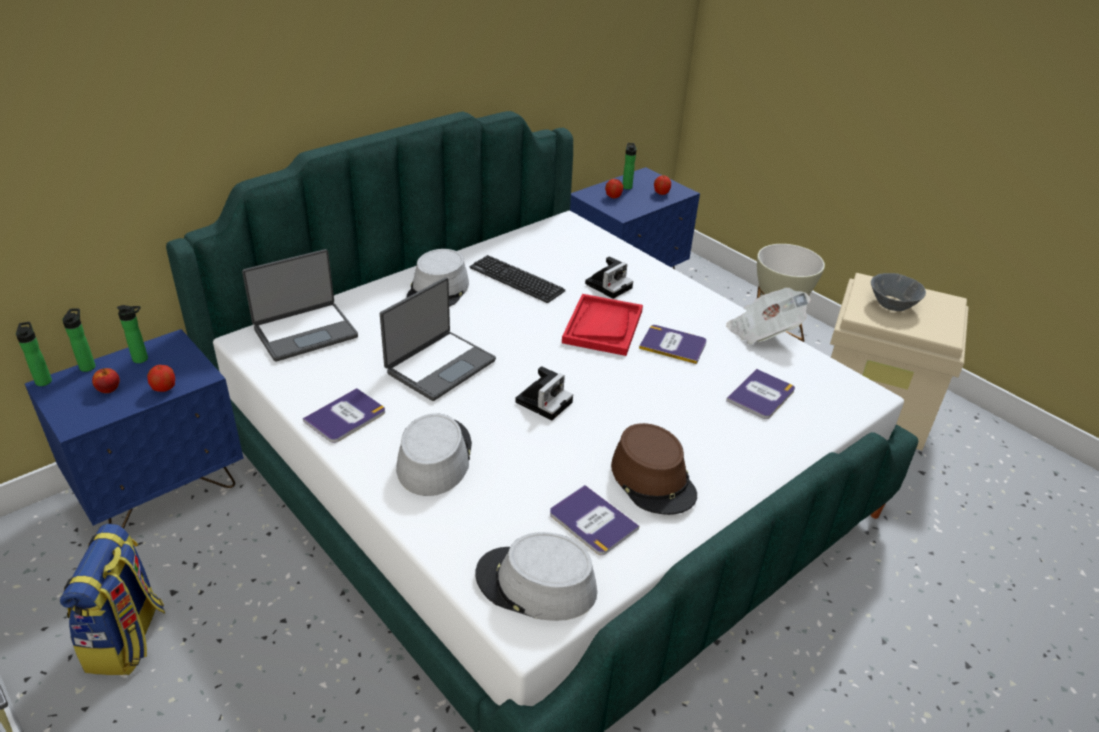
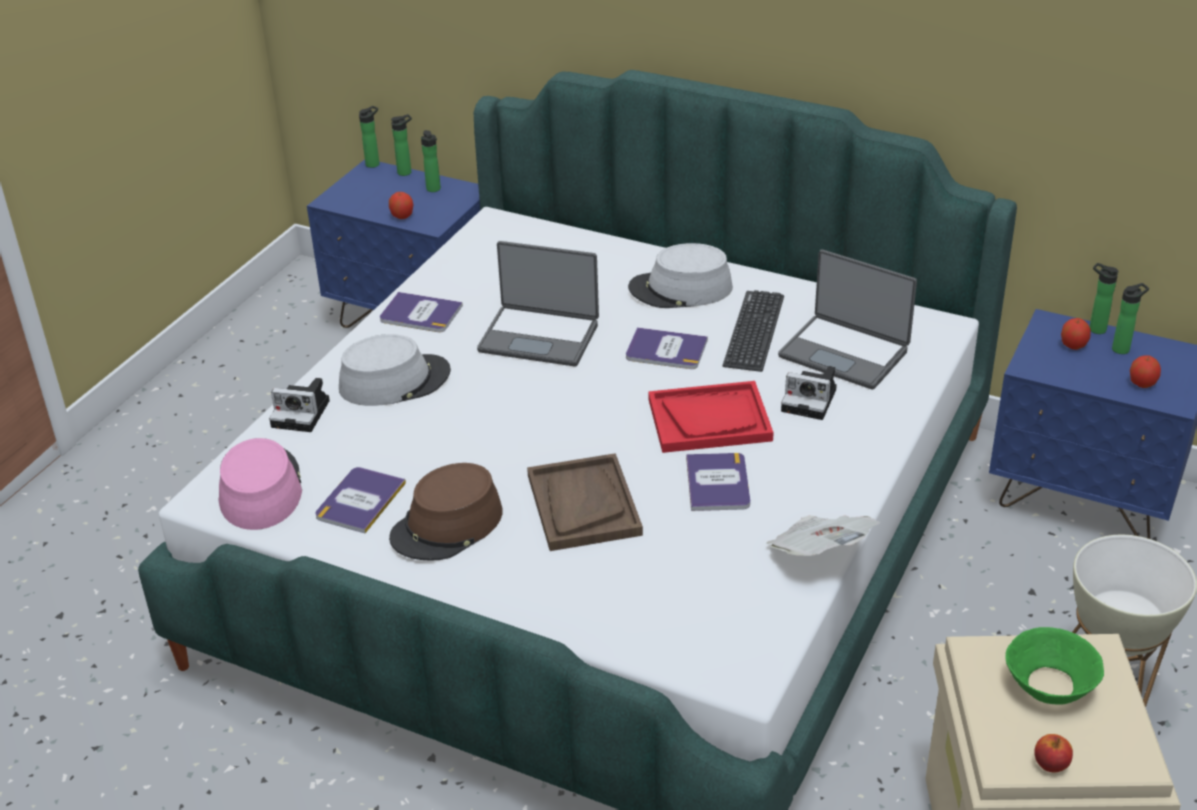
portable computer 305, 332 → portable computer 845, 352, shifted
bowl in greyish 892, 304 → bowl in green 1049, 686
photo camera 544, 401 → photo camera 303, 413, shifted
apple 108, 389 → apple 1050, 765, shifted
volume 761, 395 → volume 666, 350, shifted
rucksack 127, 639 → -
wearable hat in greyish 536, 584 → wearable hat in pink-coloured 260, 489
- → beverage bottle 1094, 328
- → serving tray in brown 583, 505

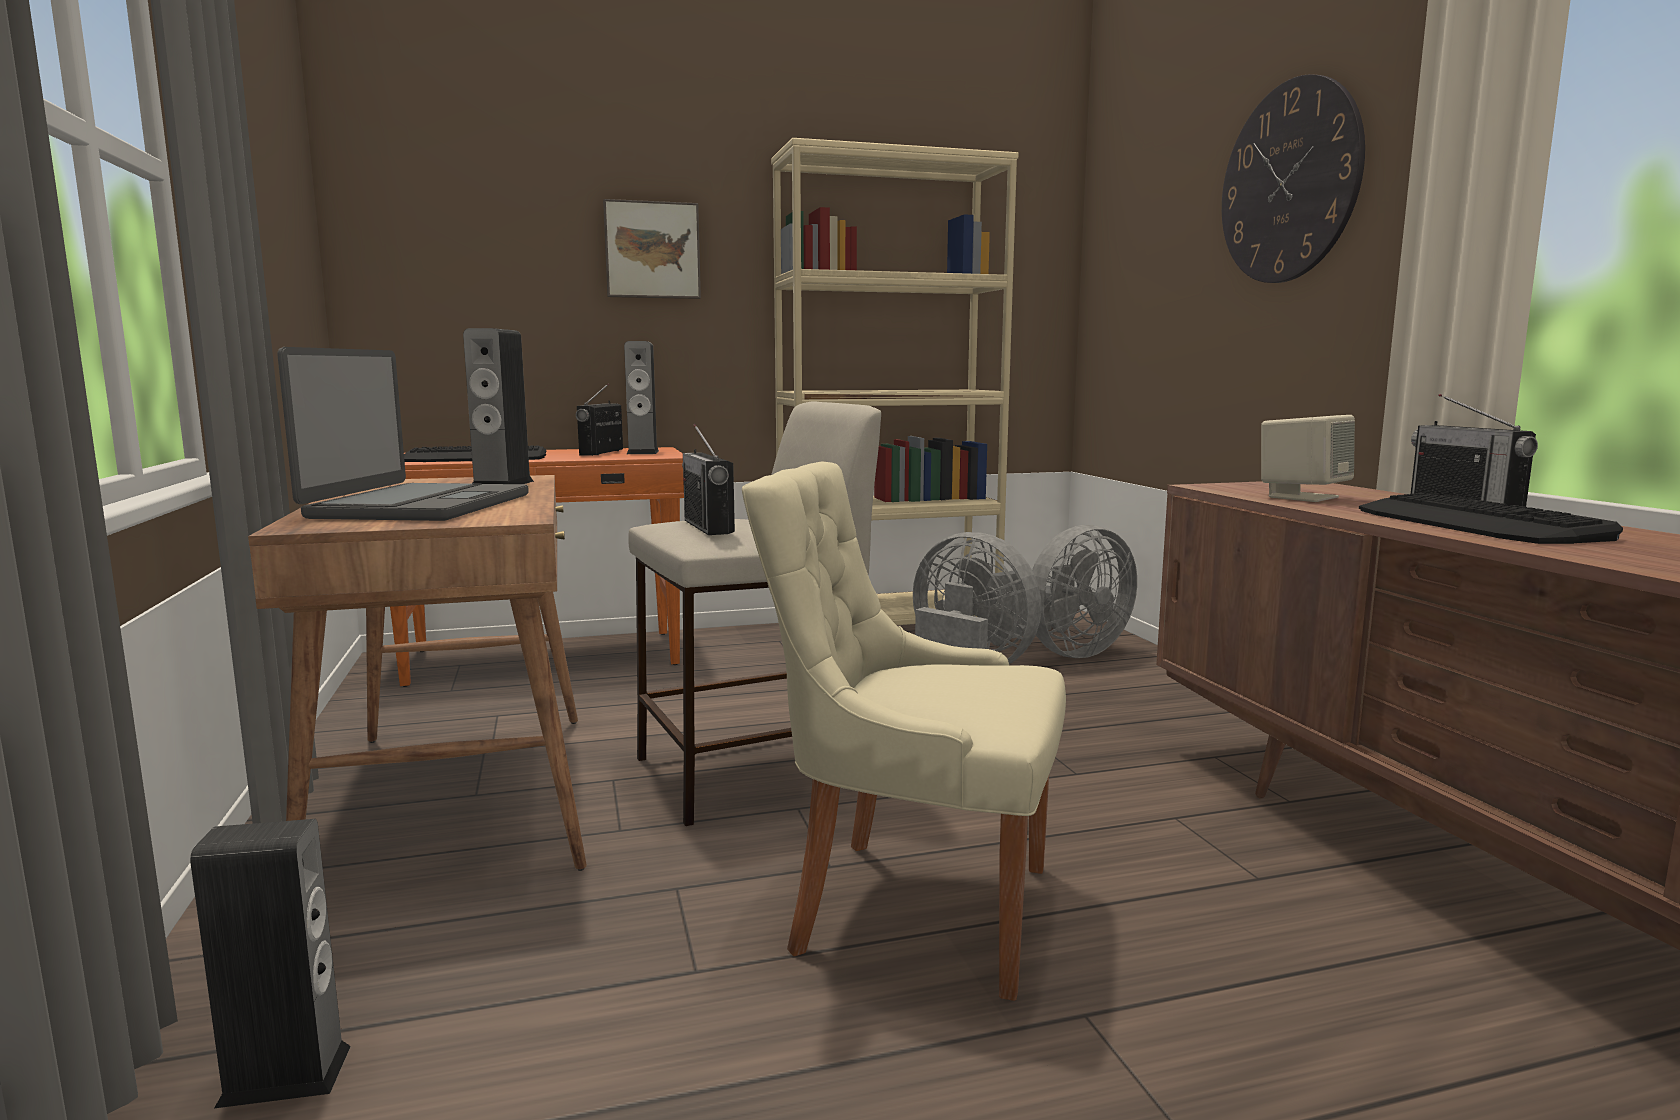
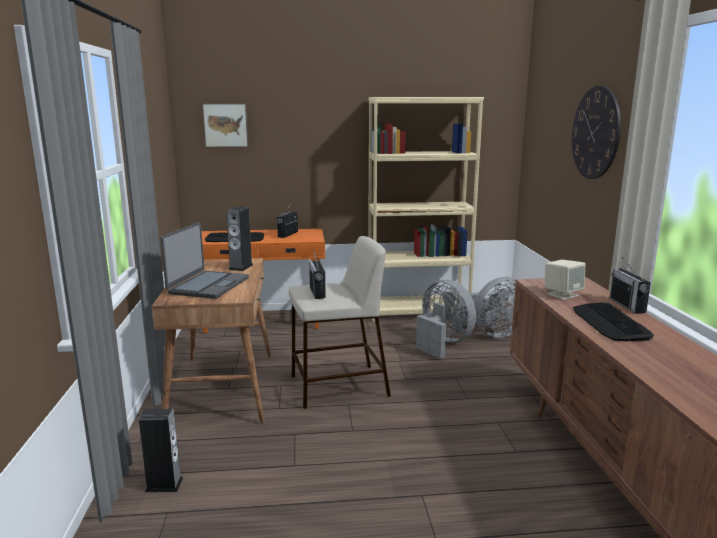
picture 652, 250 → picture 226, 125, shifted
loudspeaker 643, 452 → -
chair in beige-coloured 912, 907 → -

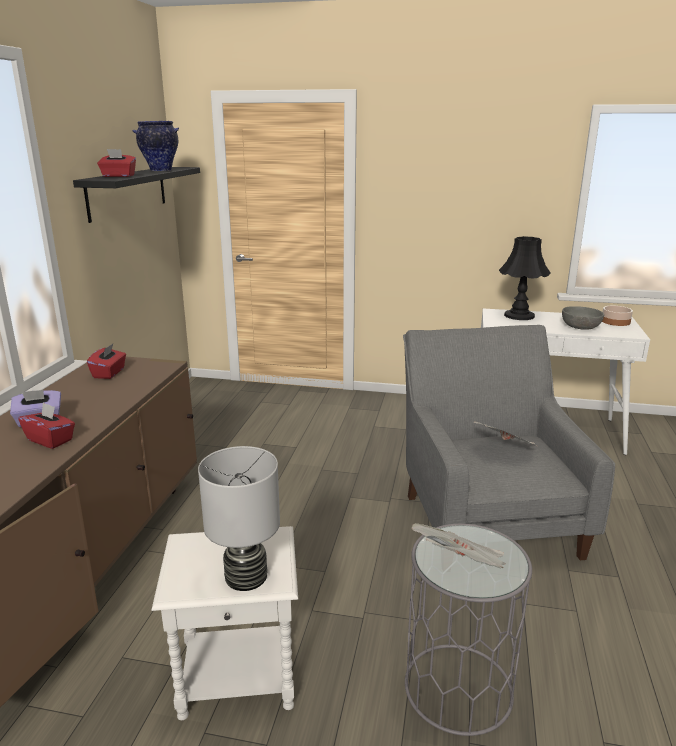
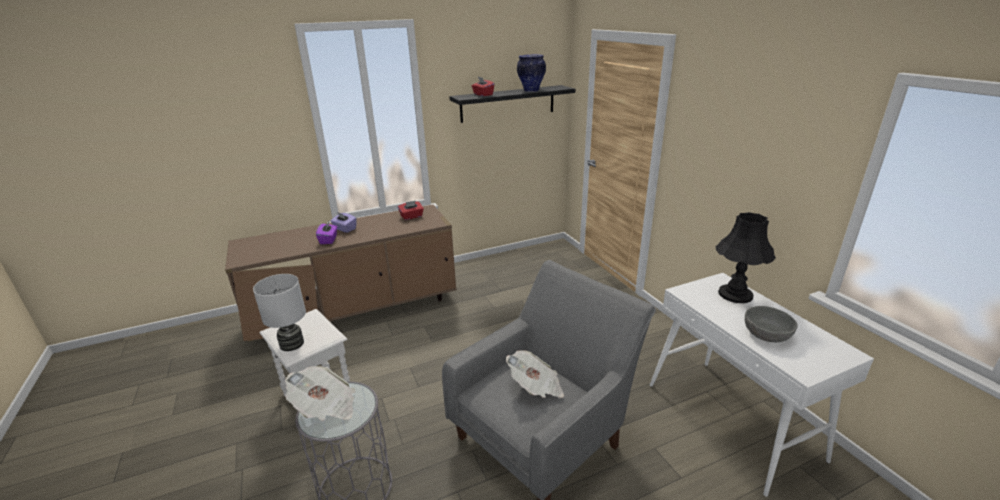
bowl 615, 322 → -
tissue holder in red 50, 440 → tissue holder in purple-coloured 329, 240

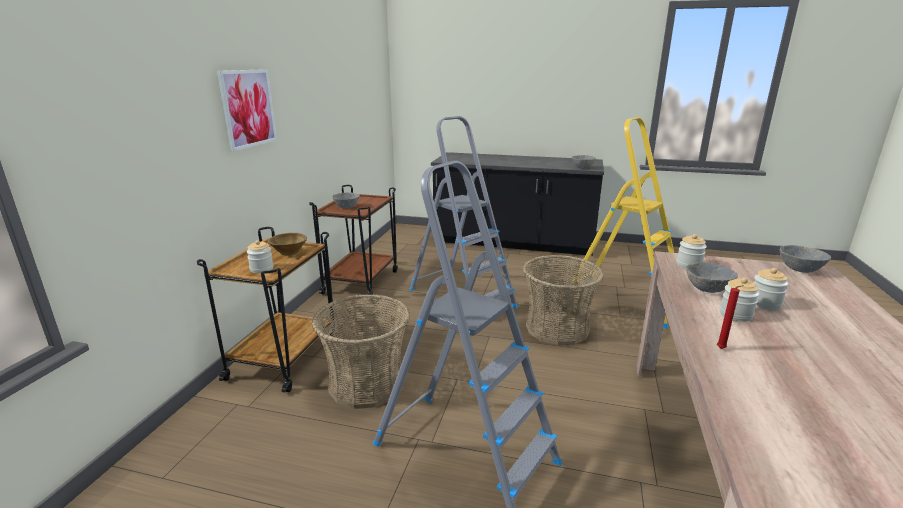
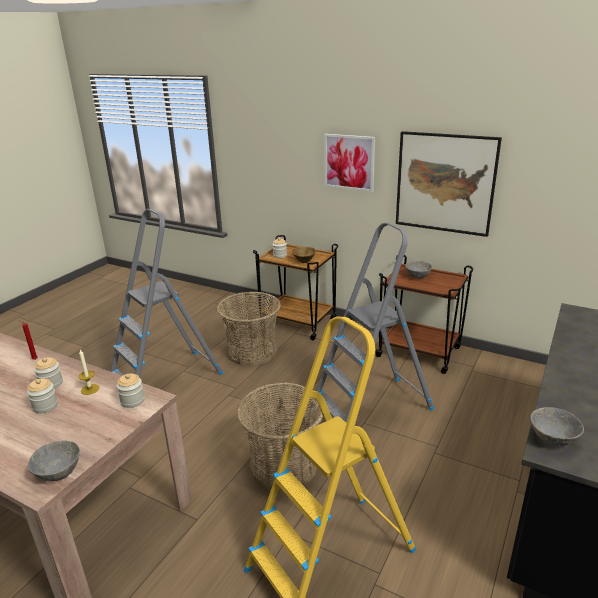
bowl in greyish 707, 289 → candle 90, 389
- → picture 445, 183

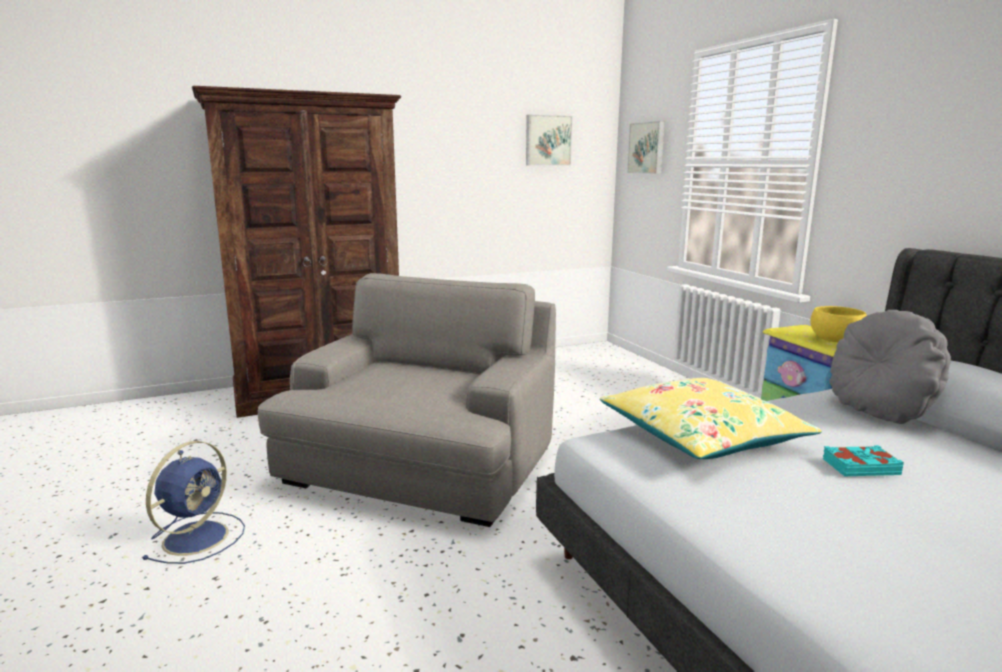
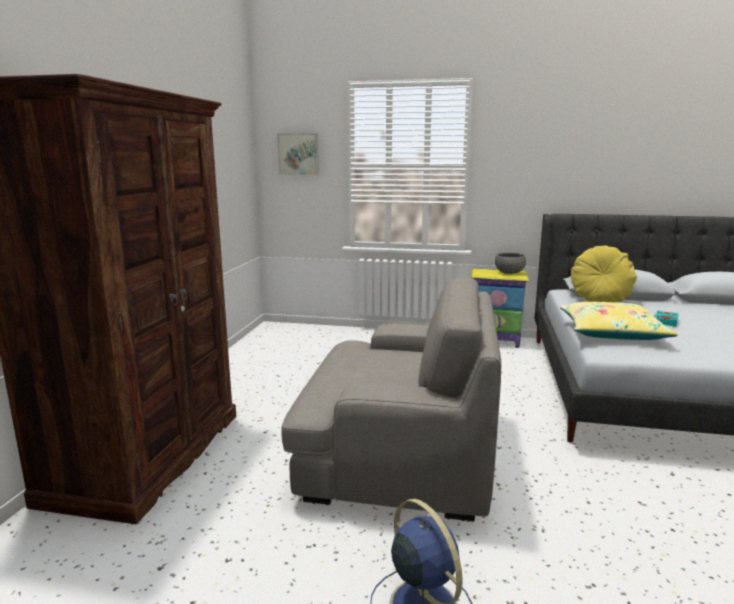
picture 547, 140 → -
armchair in greyish 420, 468 → armchair in greyish 398, 452, 135 degrees clockwise
bowl in yellowish 836, 340 → bowl in greyish 509, 272
throw pillow in greyish 878, 413 → throw pillow in yellowish 600, 301

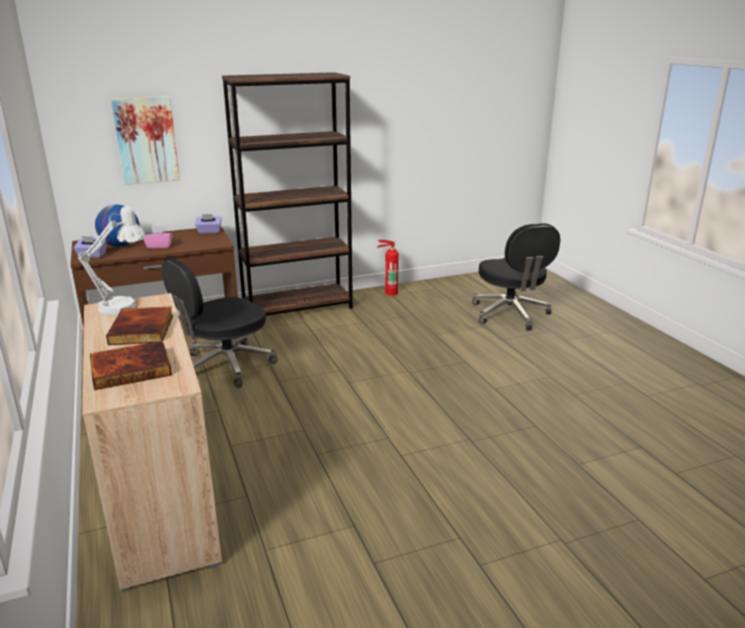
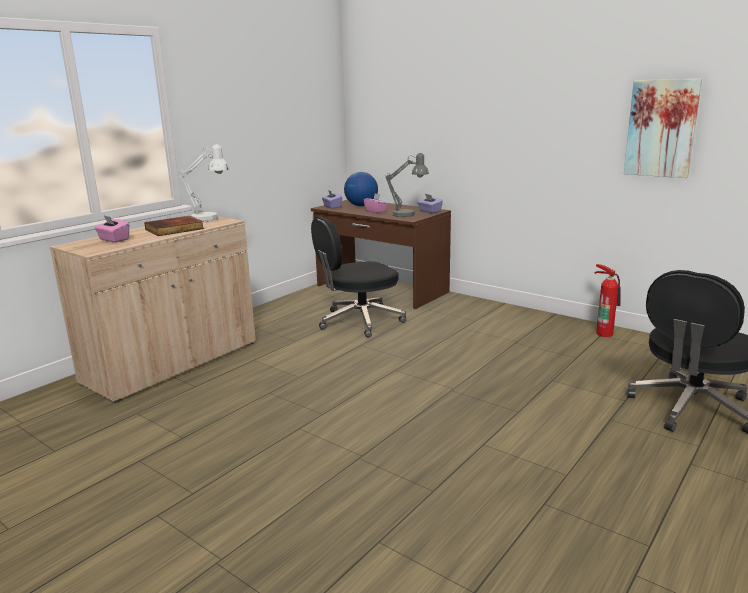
bookcase in brown 298, 308 → -
picture 146, 140 → picture 661, 128, shifted
desk chair in black-coloured 225, 366 → desk chair in black-coloured 359, 321, 45 degrees counterclockwise
volume 131, 368 → tissue holder in pink-coloured 113, 240
- → tabletop lamp in greyish 408, 215

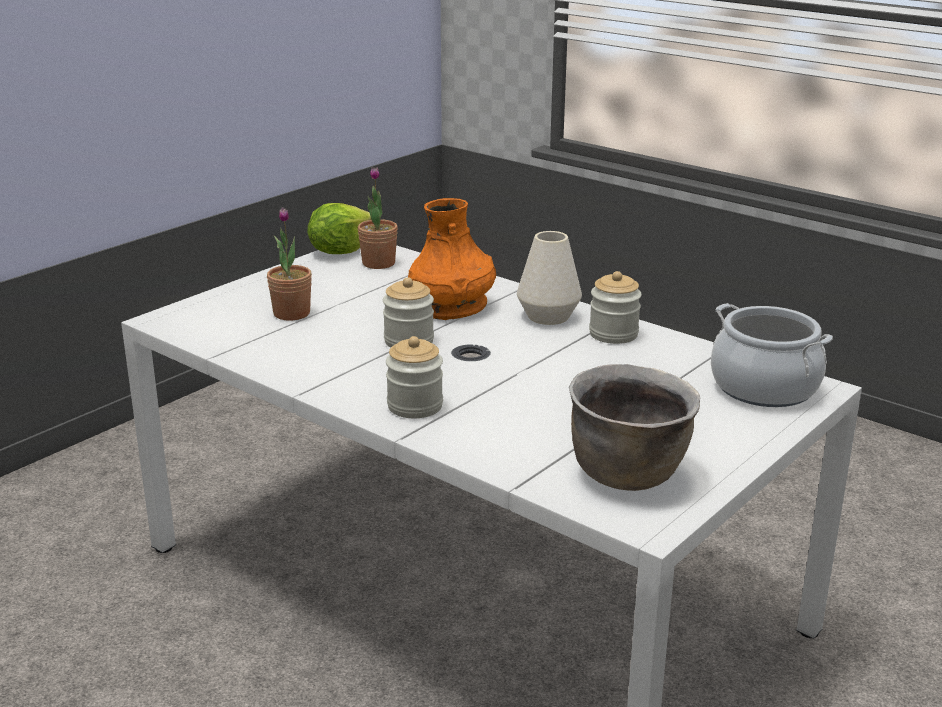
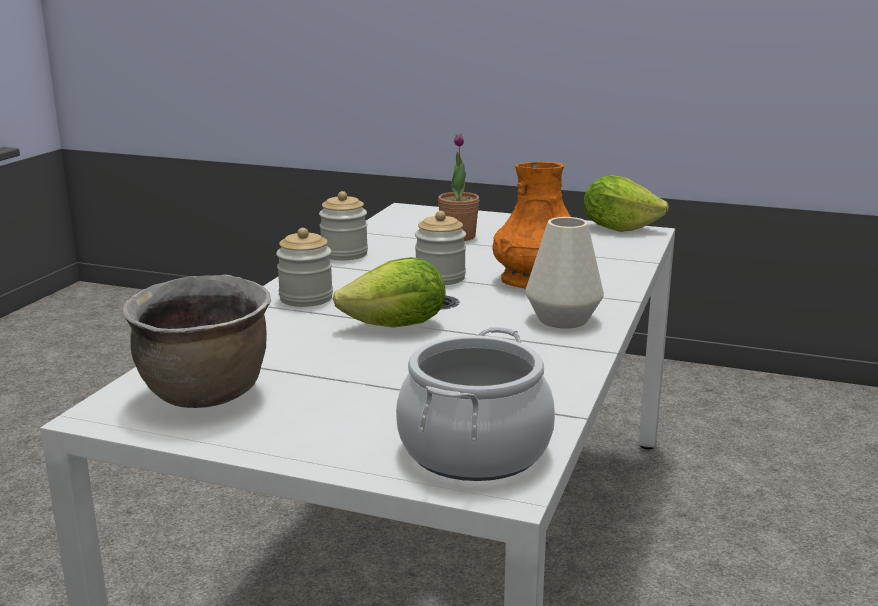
plant in a pot 378, 263 → -
storage jar 613, 334 → storage jar 344, 254, shifted
- → lettuce head 397, 326

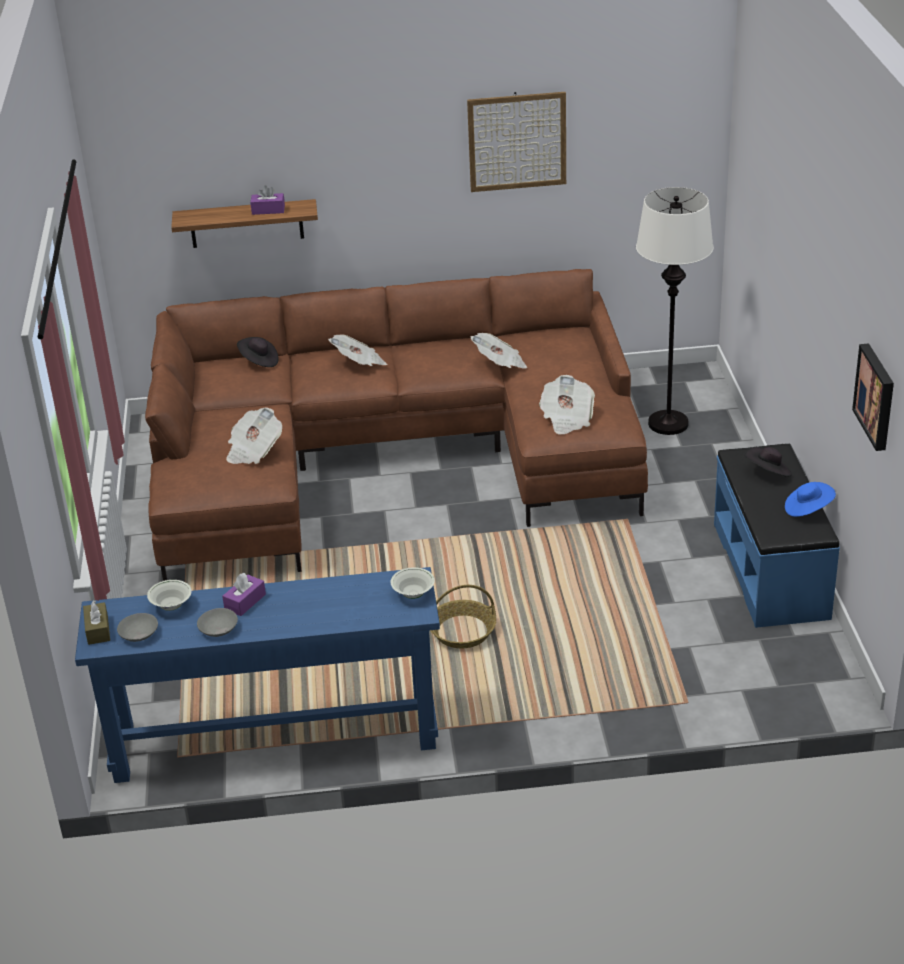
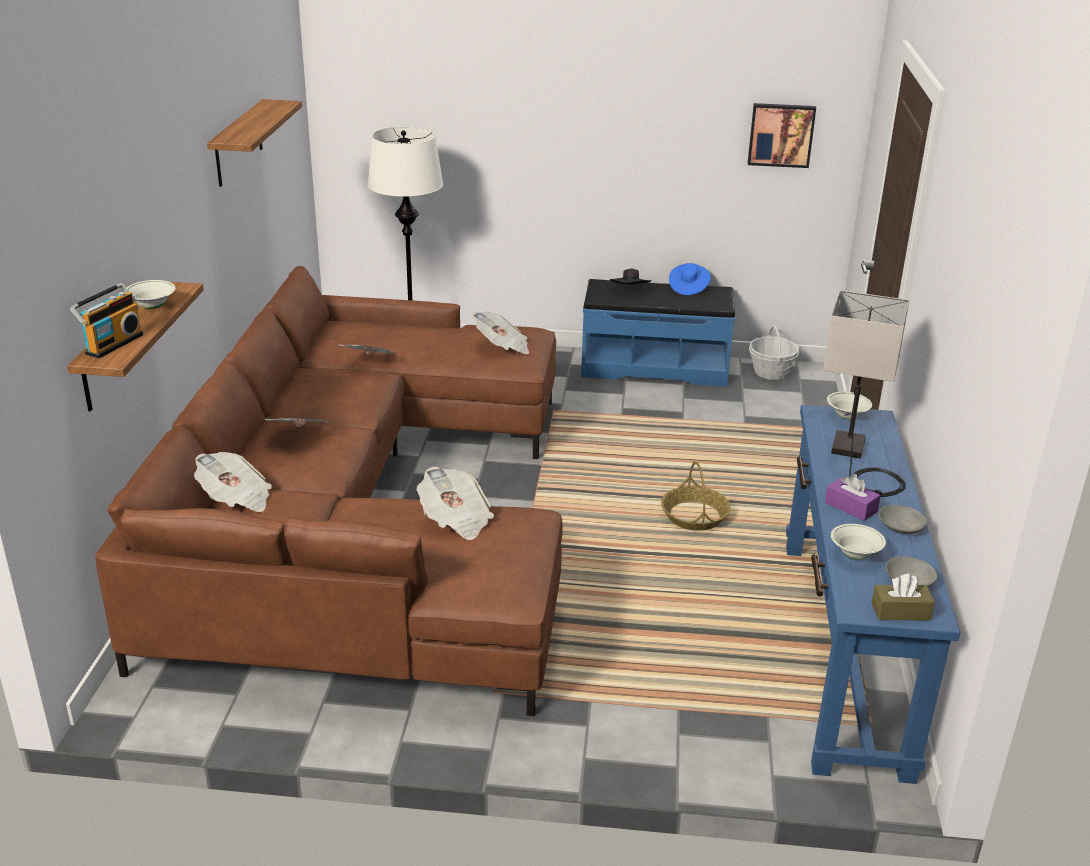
picture 517, 140 → shelf 238, 143
tissue holder in purple-coloured 268, 210 → bowl in white 152, 307
wearable hat in black-coloured 259, 361 → newspaper 236, 499
- → radio 112, 344
- → tabletop lamp 858, 462
- → storage basket 770, 372

